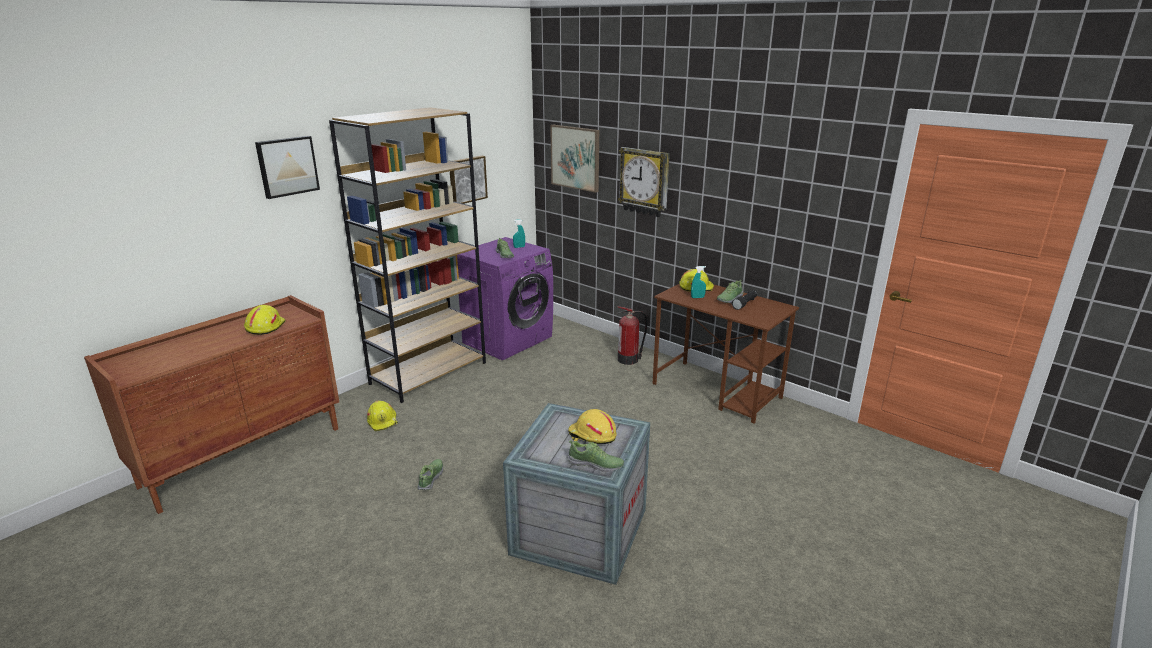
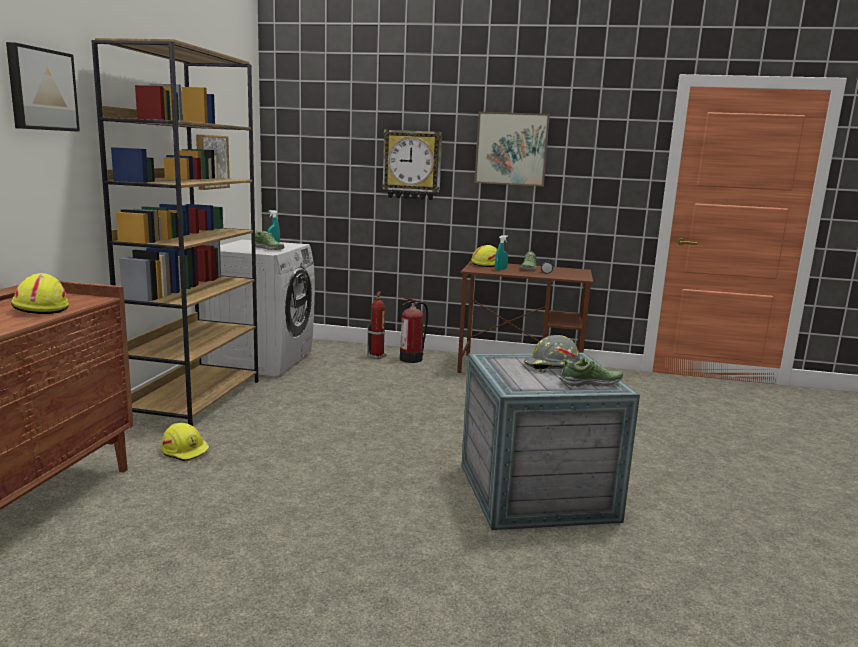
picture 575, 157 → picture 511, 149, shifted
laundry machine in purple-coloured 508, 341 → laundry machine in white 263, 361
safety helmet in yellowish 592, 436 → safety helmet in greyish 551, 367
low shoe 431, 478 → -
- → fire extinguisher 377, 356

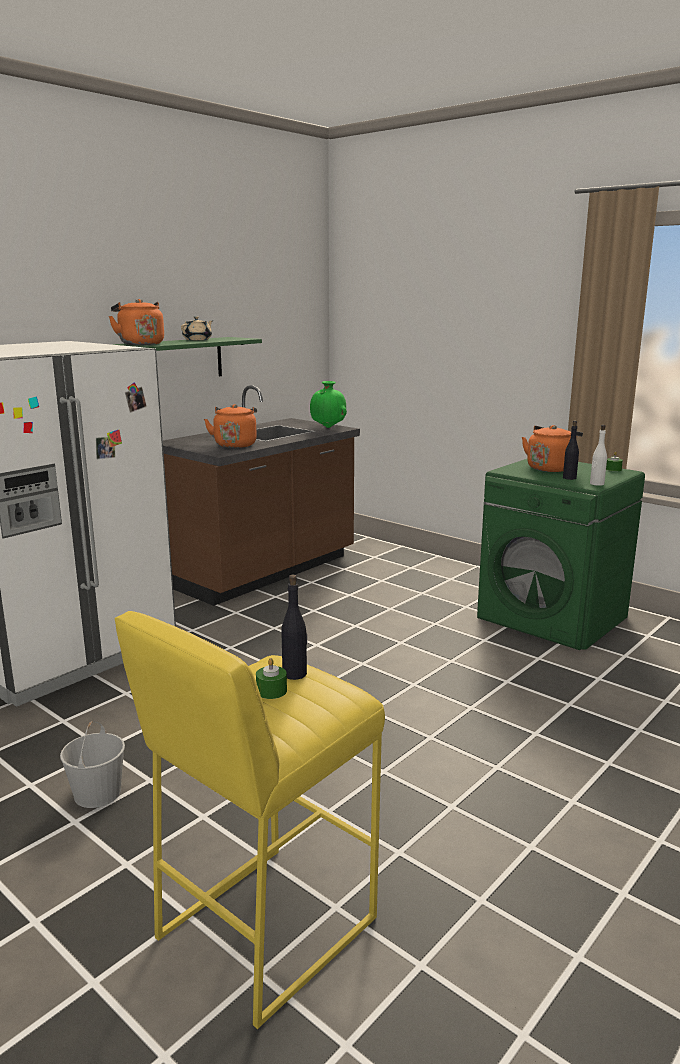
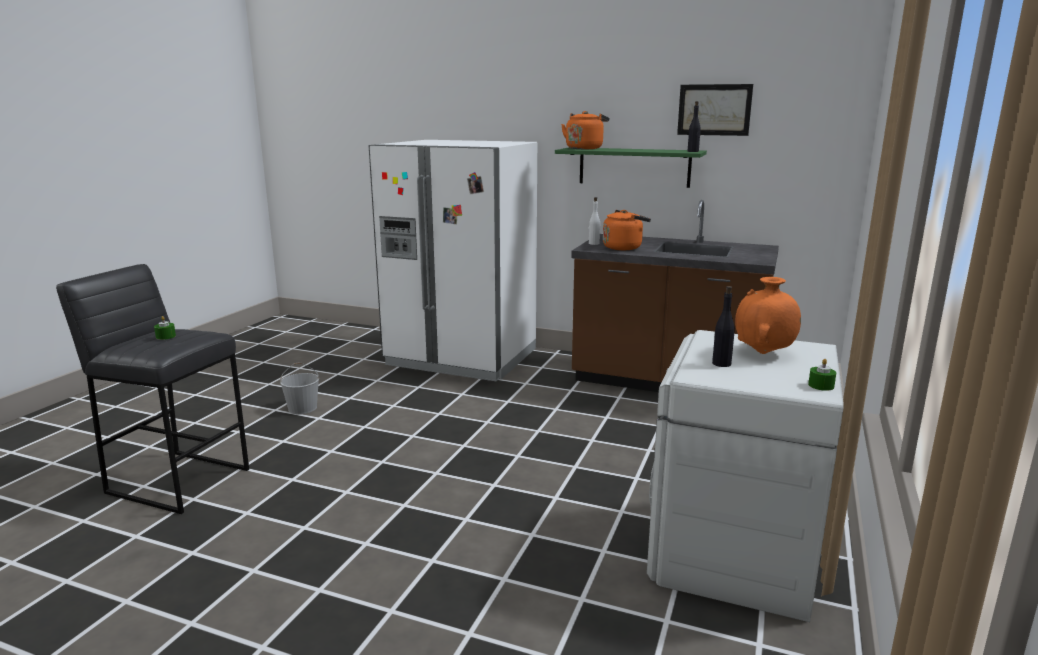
tea pot in beige-coloured 198, 340 → -
flower vase in green 328, 427 → -
water kettle in orangey 550, 468 → flower vase in orangey 764, 353
beverage bottle in white 596, 484 → beverage bottle in white 593, 243, shifted
laundry machine in green 550, 618 → laundry machine in white 730, 552
beverage bottle in black-coloured 295, 674 → beverage bottle in black-coloured 693, 151, shifted
stool seat in yellowish 264, 929 → stool seat in greyish 177, 480
- → picture 714, 110

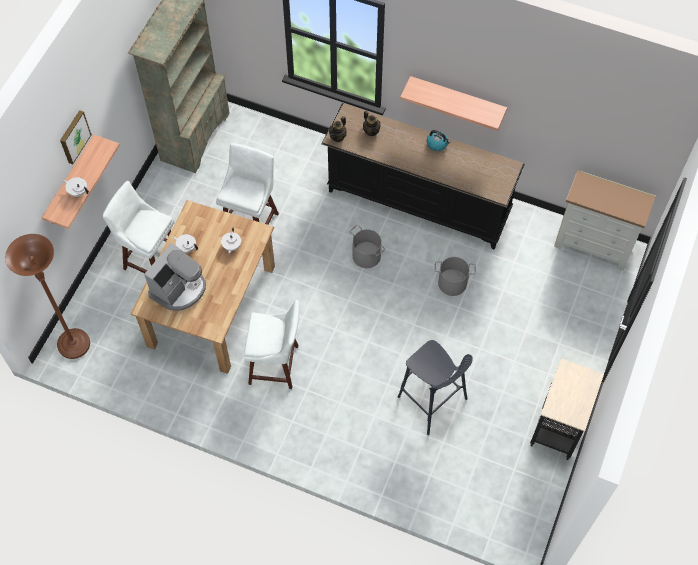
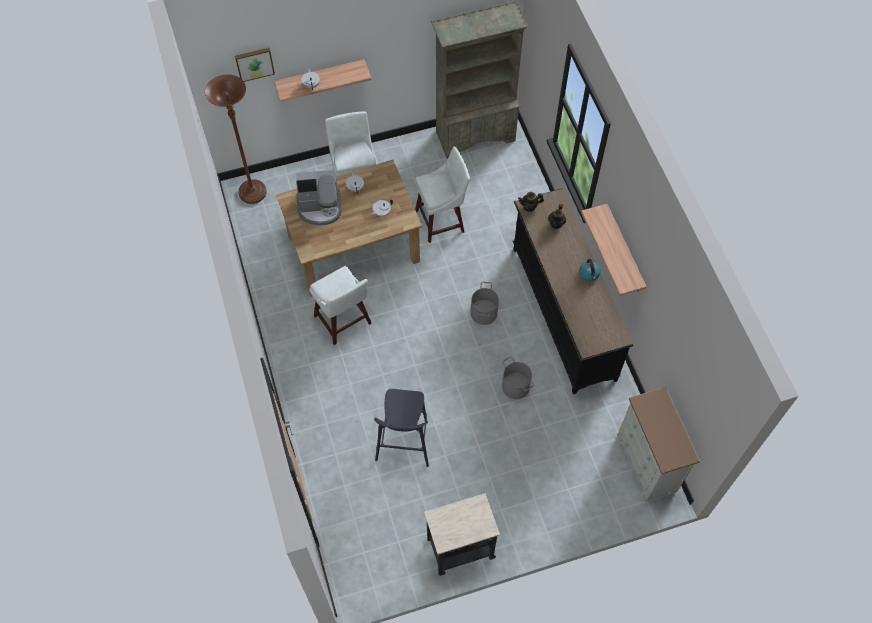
picture 74, 136 → picture 254, 63, shifted

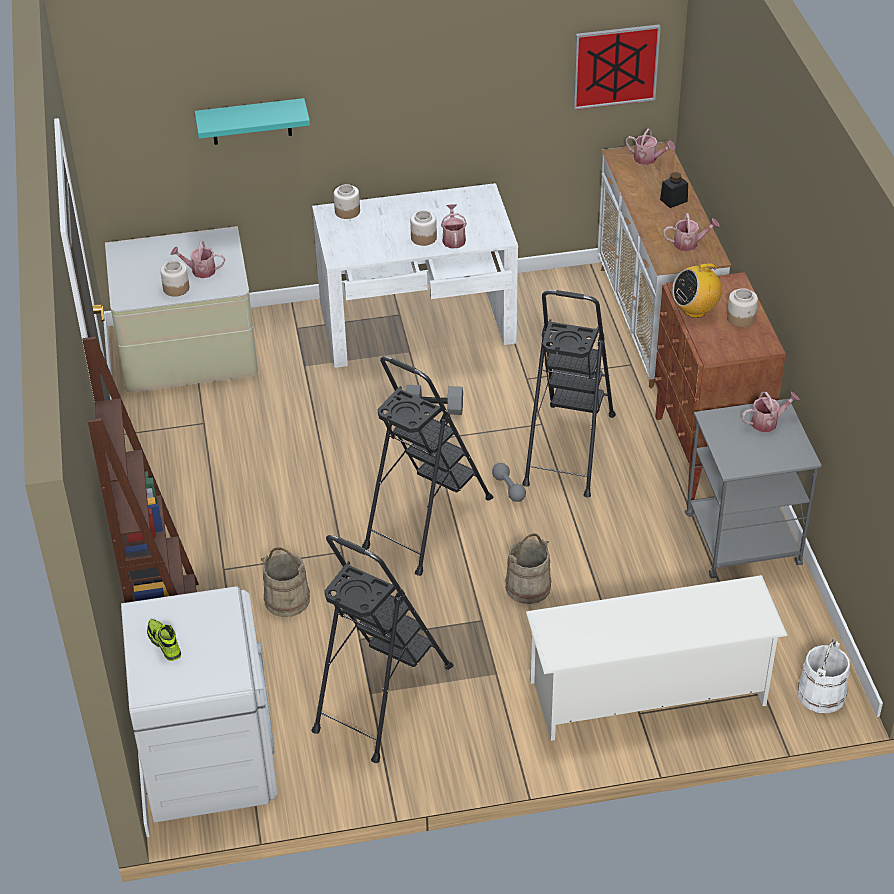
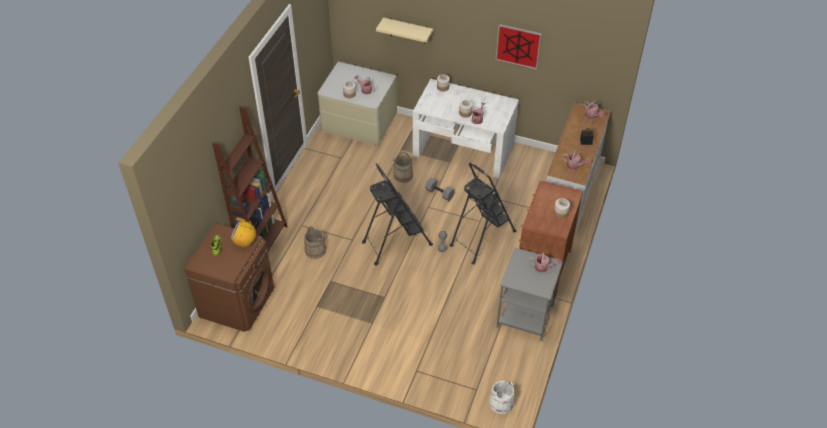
picture 615, 66 → picture 518, 46, shifted
shelf in turquoise-coloured 251, 121 → shelf in beige-coloured 408, 31
radio 695, 310 → radio 245, 242, shifted
water bucket in beige-coloured 528, 587 → water bucket in beige-coloured 403, 175, shifted
stepladder 382, 699 → -
shoe rack in white 648, 693 → -
laundry machine in white 211, 755 → laundry machine in brown 238, 301

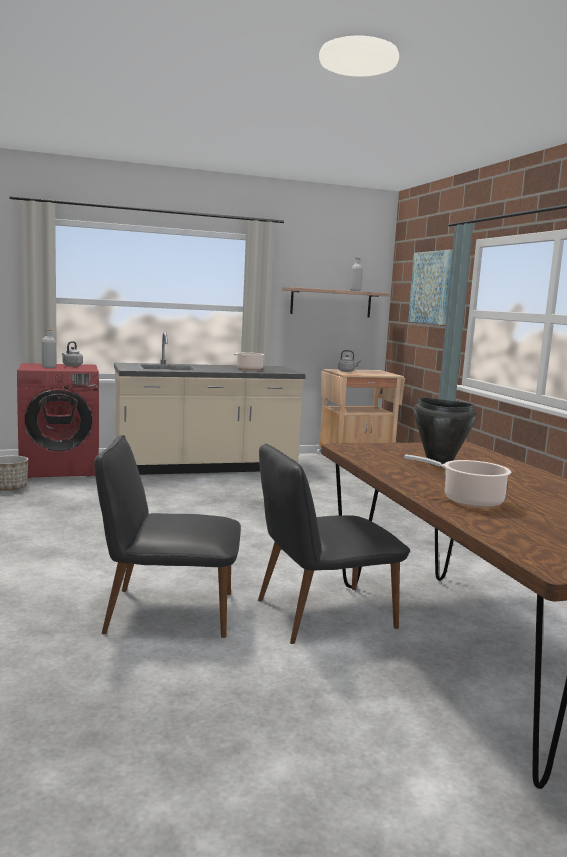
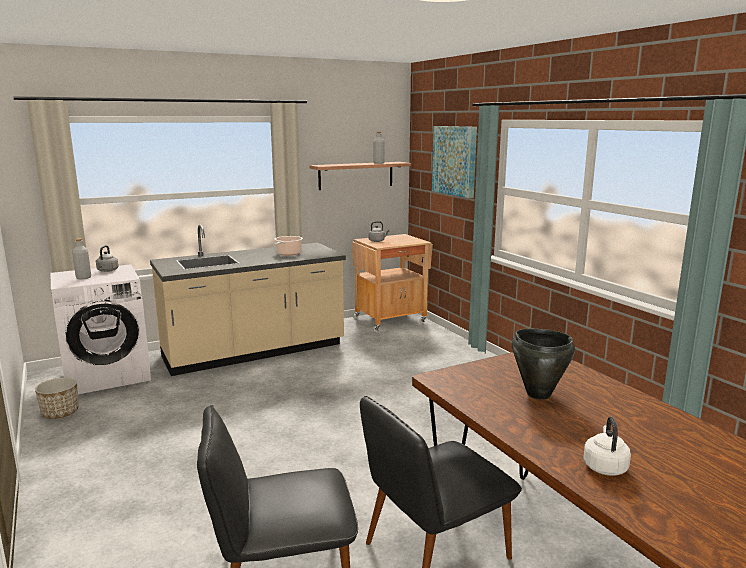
laundry machine in red 60, 470 → laundry machine in white 108, 378
cooking pot 468, 500 → water kettle in white 604, 466

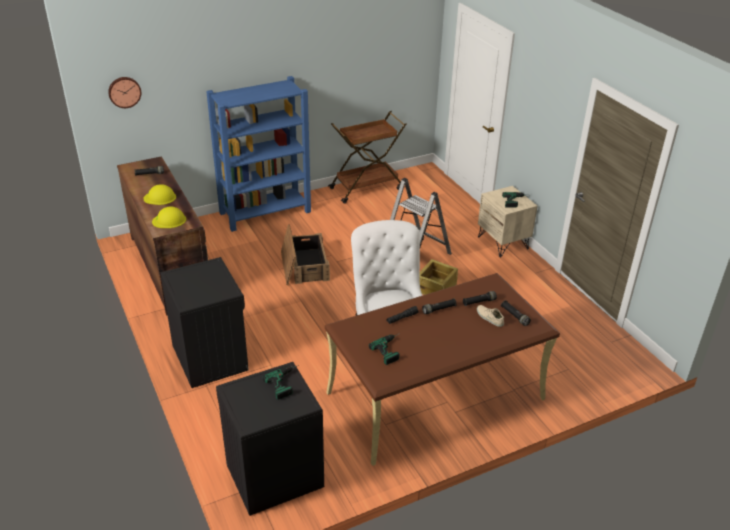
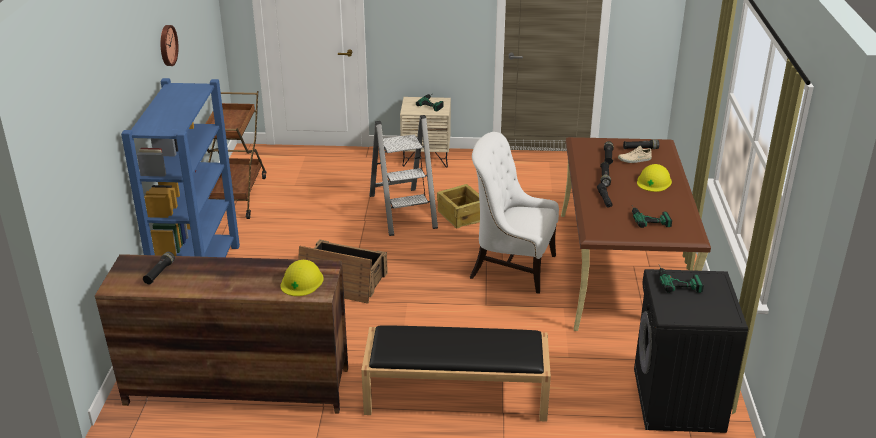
clock on the wall 124, 92 → clock on the wall 167, 45, shifted
safety helmet in yellowish 160, 197 → safety helmet in yellowish 654, 181, shifted
laundry machine in black-coloured 211, 357 → indoor bench in black-coloured 455, 395

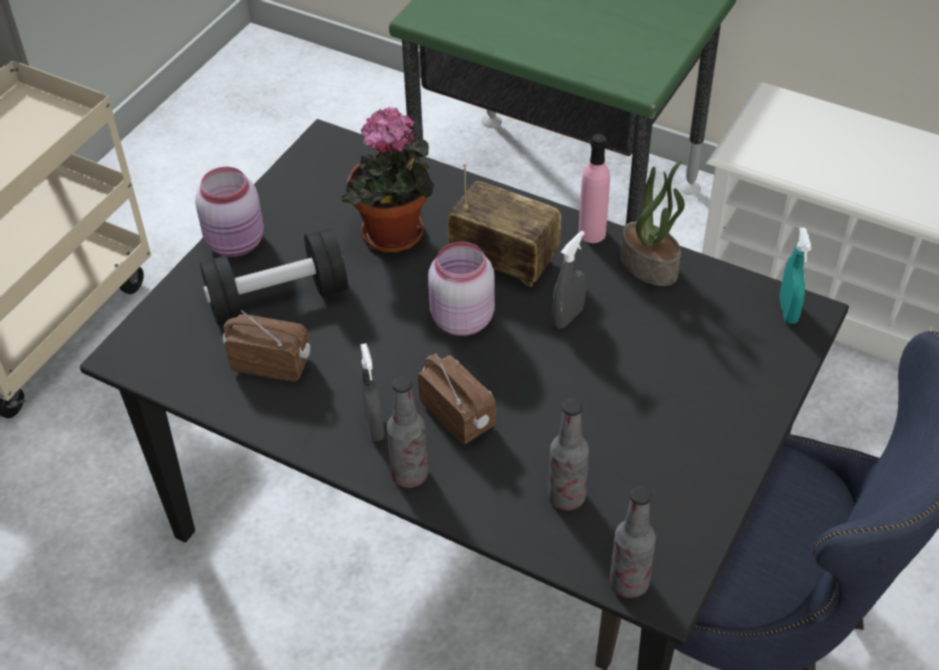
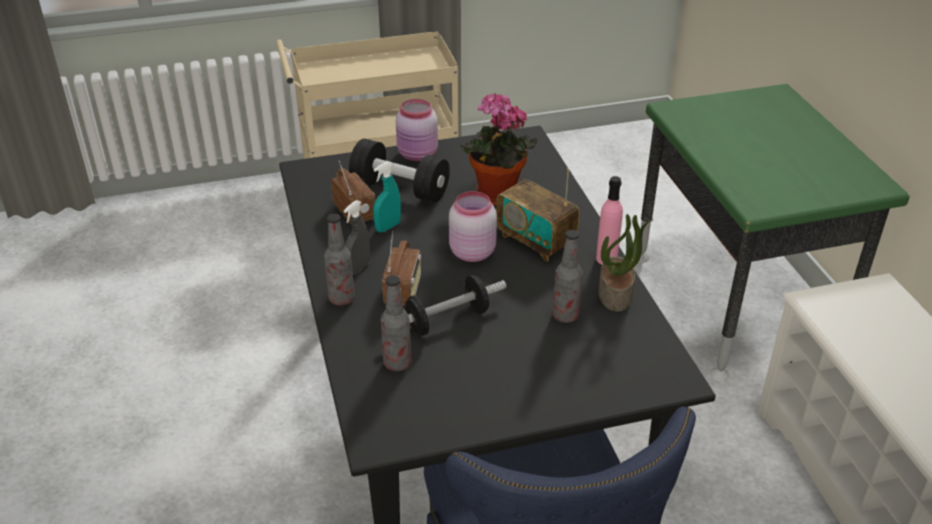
radio 503, 261 → radio 535, 241, 150 degrees clockwise
hand sprayer in turquoise-coloured 788, 311 → hand sprayer in turquoise-coloured 388, 227, shifted
hand sprayer in greyish 568, 317 → -
beverage bottle 629, 583 → beverage bottle 565, 316, shifted
- → dumbbell 447, 320

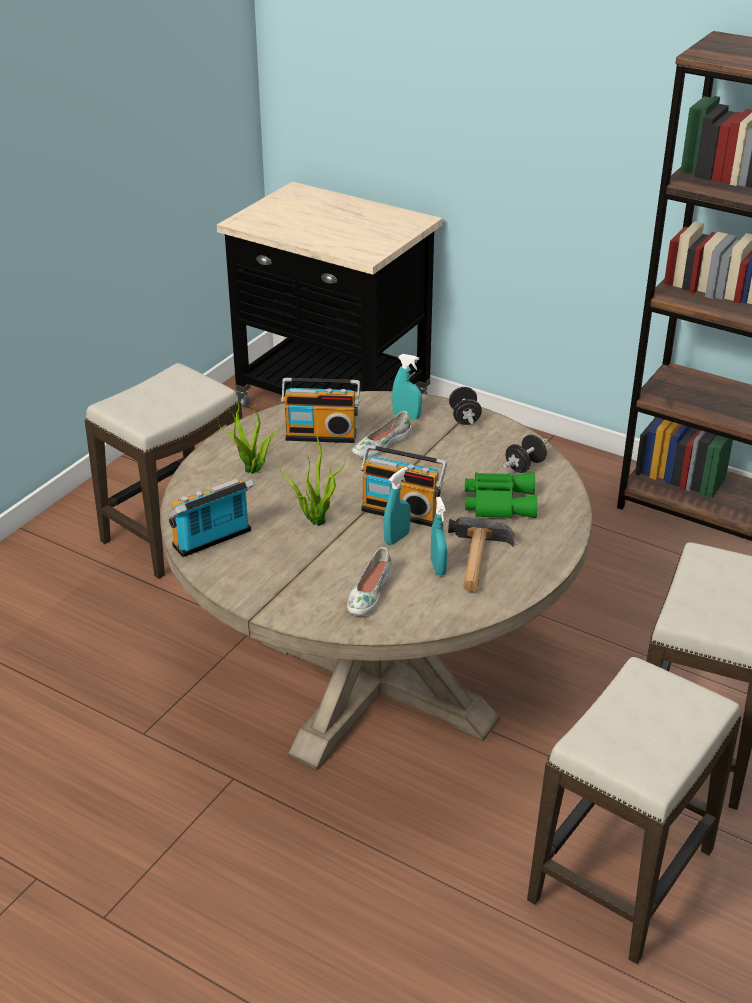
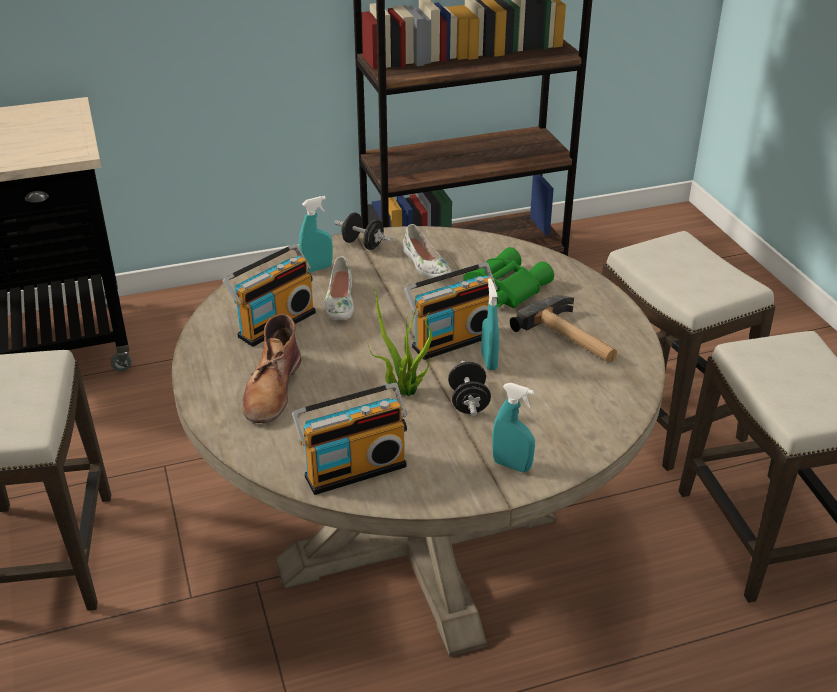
plant in a pot 253, 470 → boot in brown 272, 389
dumbbell in black-coloured 525, 466 → dumbbell in black-coloured 468, 402, shifted
radio 214, 540 → radio 354, 469, 120 degrees counterclockwise
hand sprayer in turquoise-coloured 438, 567 → hand sprayer in turquoise-coloured 511, 465, shifted
low shoe in white 368, 593 → low shoe in white 425, 265, shifted

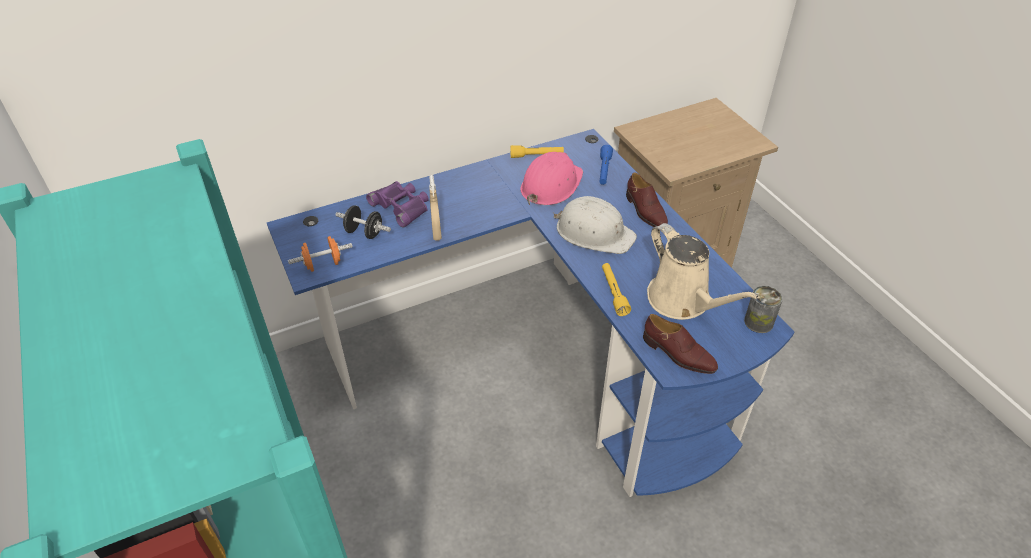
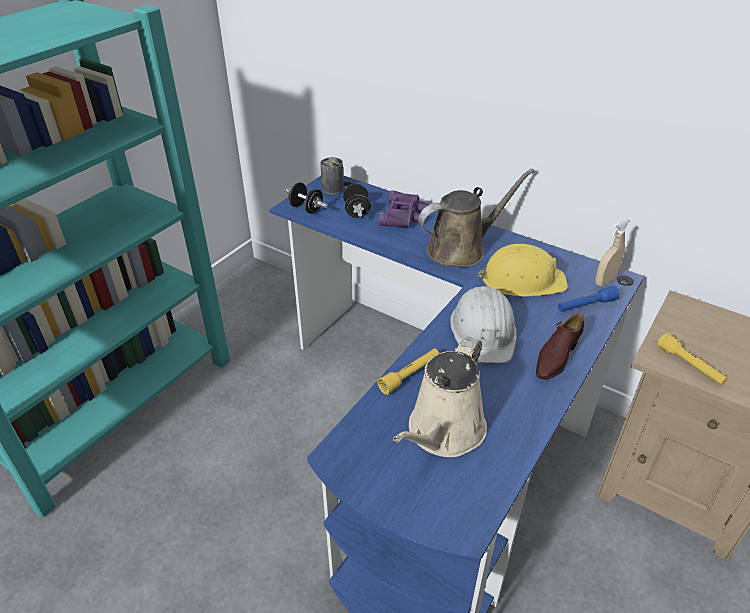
flashlight in yellowish 536, 156 → flashlight in yellowish 689, 365, shifted
safety helmet in pink-coloured 551, 185 → safety helmet in yellowish 522, 280
hand sprayer in beige-coloured 436, 233 → hand sprayer in beige-coloured 605, 281, shifted
dumbbell in orangey 323, 264 → dumbbell in black-coloured 306, 209
sealed can 758, 322 → sealed can 332, 188, shifted
low shoe in brown 678, 354 → -
- → sprinkling can in brown 461, 249

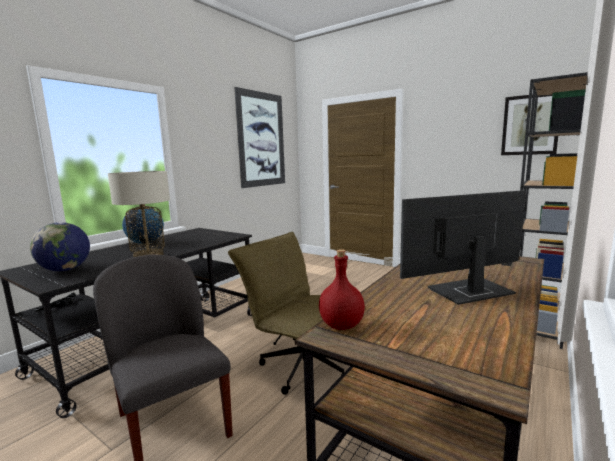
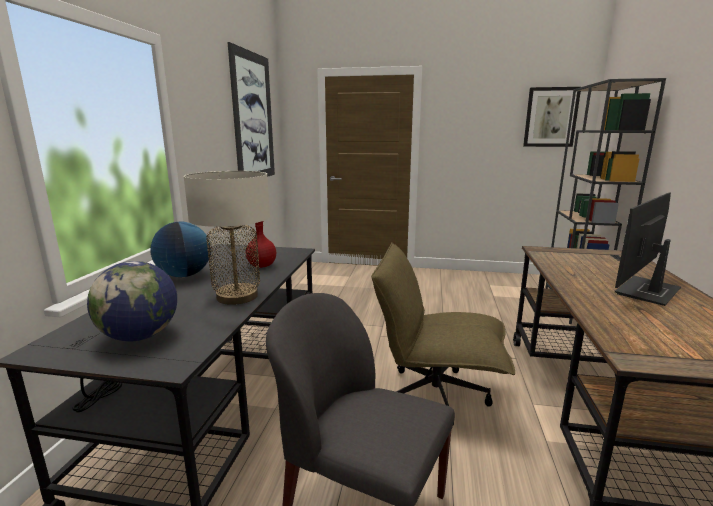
beverage bottle in red 341, 326 → beverage bottle in red 262, 266, shifted

